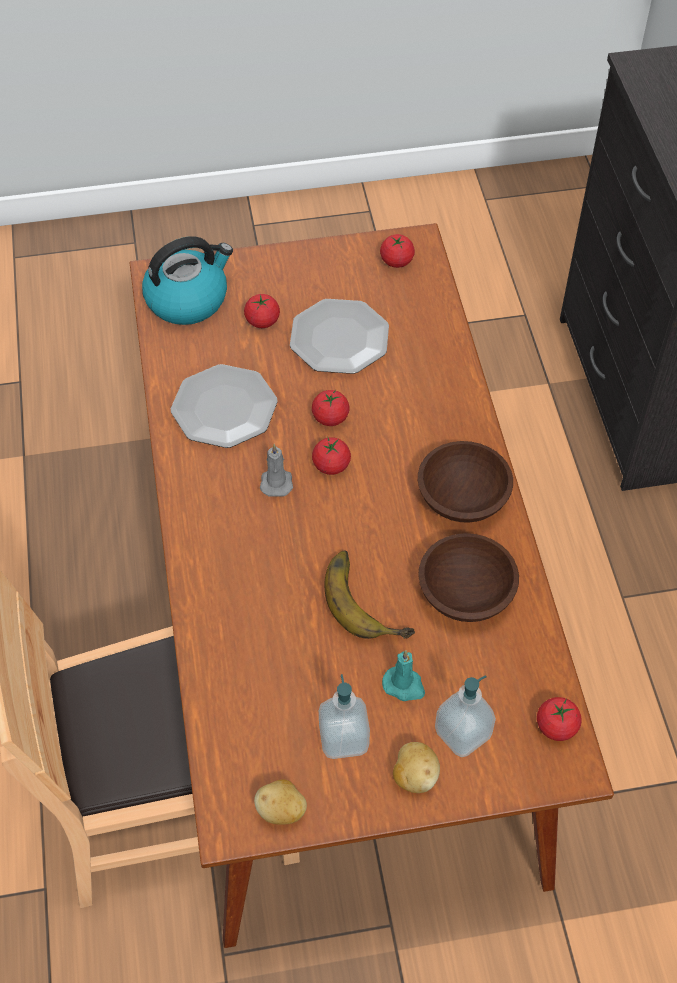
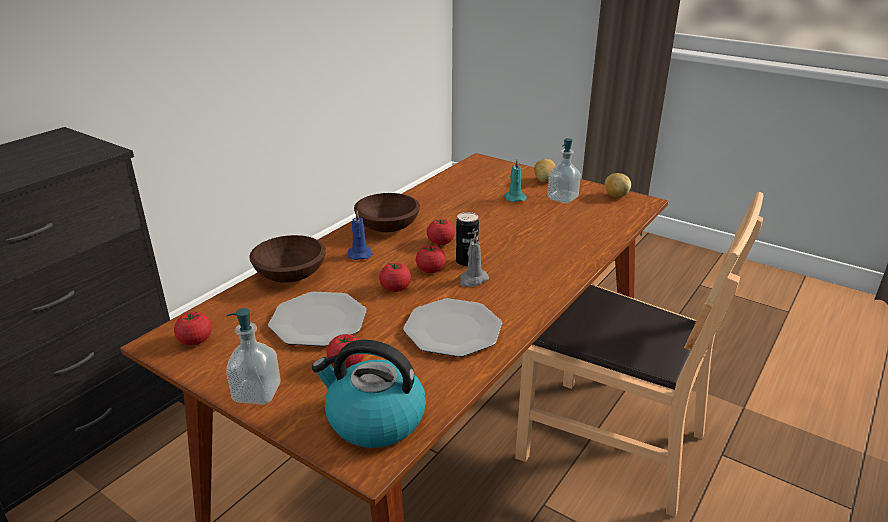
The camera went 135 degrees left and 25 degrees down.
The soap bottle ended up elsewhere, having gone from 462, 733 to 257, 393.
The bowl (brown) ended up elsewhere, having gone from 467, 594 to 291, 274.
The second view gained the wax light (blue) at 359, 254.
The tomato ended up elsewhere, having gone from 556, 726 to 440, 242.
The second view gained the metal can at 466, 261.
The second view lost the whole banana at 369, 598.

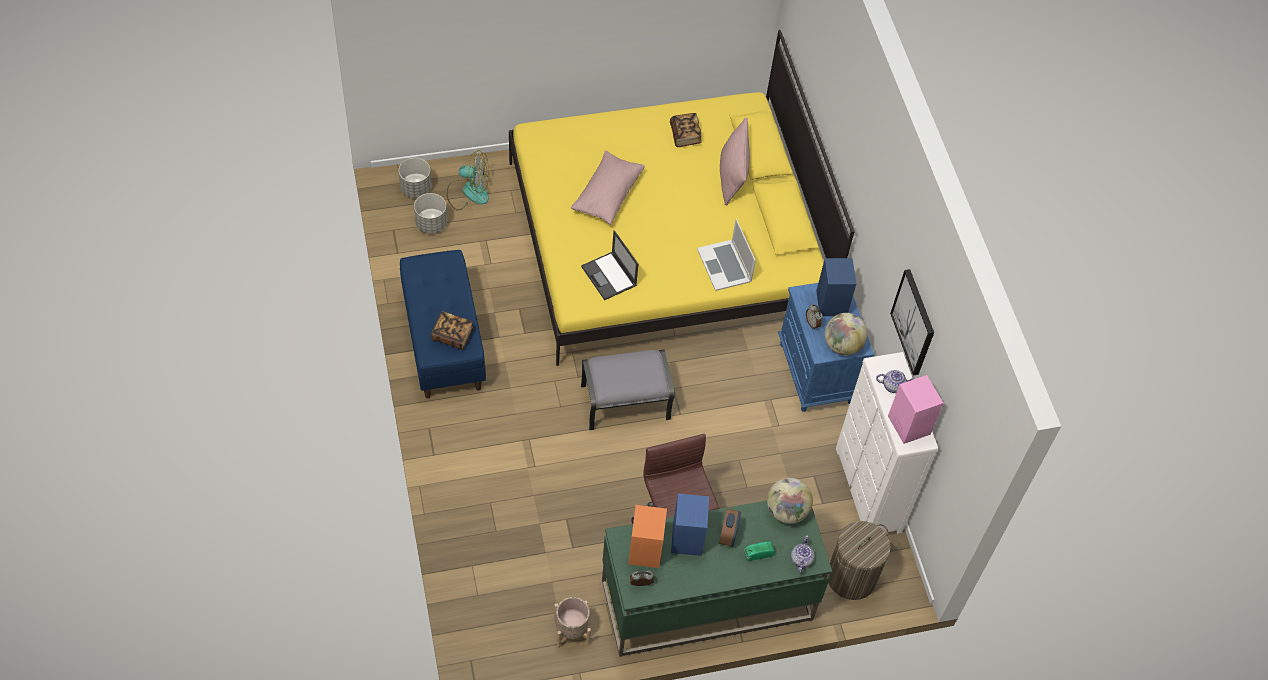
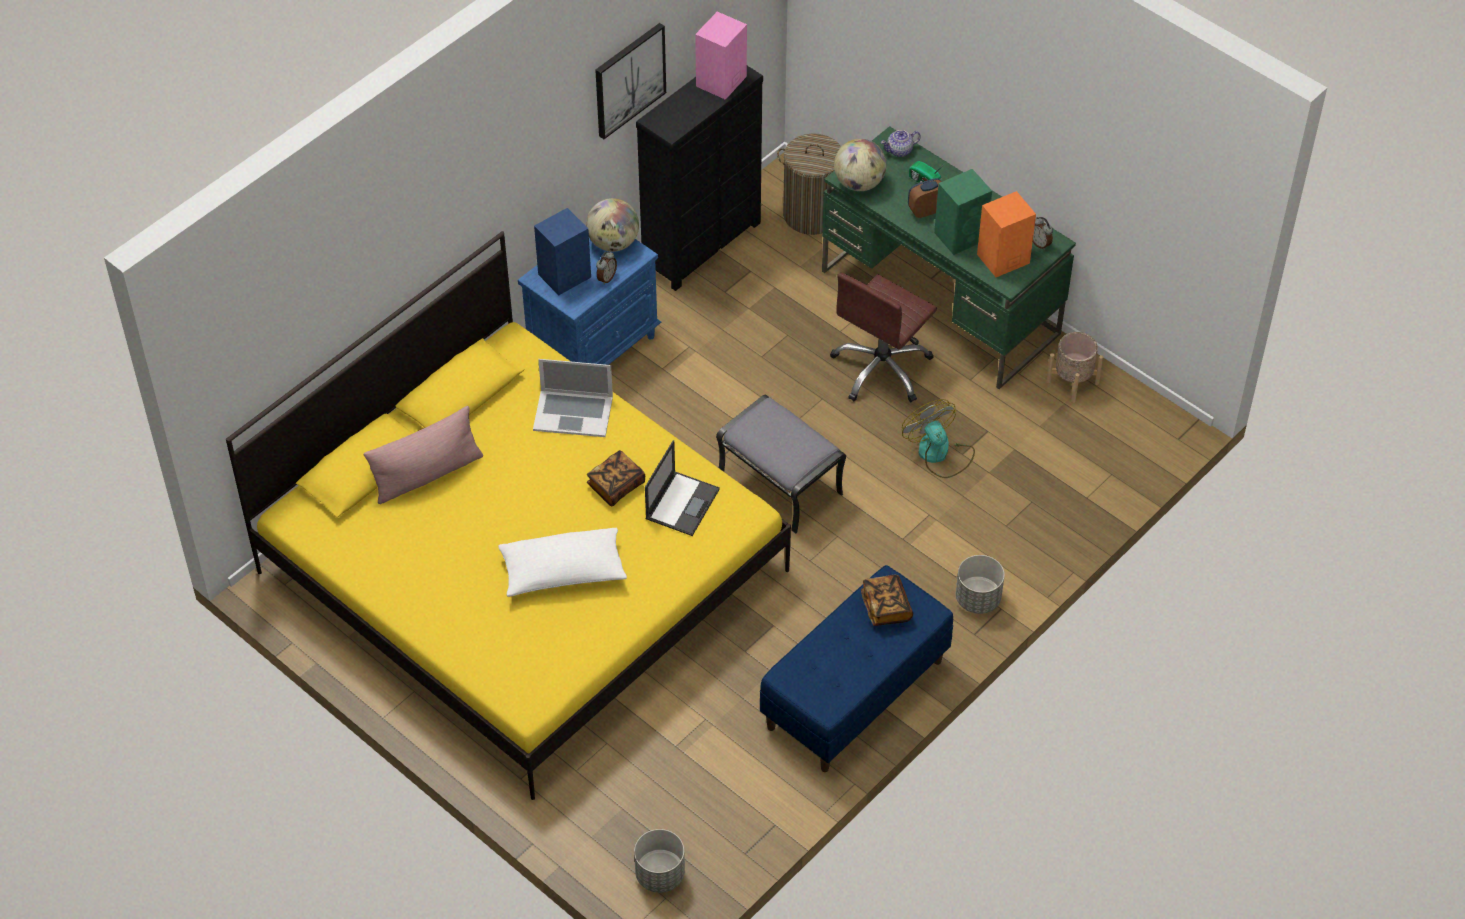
The camera went 120 degrees left and 5 degrees down.
What was the pillow (pinkish) at 607, 194 turned into the pillow (whitish) at 563, 572.
The laptop at 724, 265 ended up facing another way, 60 degrees clockwise from before.
The volume ended up elsewhere, having gone from 685, 135 to 616, 486.
What was the drawer chest (whitish) at 867, 490 turned into the drawer chest (blackish) at 703, 245.
The electric fan ended up elsewhere, having gone from 468, 192 to 939, 454.
What was the speaker (blue) at 687, 539 turned into the speaker (green) at 961, 236.
The plant pot (greyish) ended up elsewhere, having gone from 431, 224 to 978, 599.
The second view lost the tea pot at 892, 385.

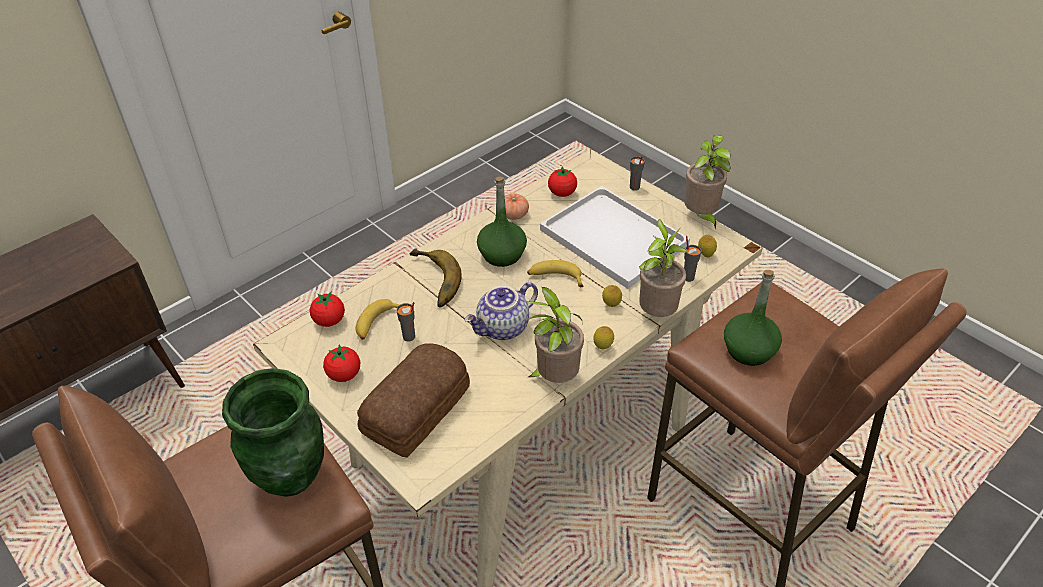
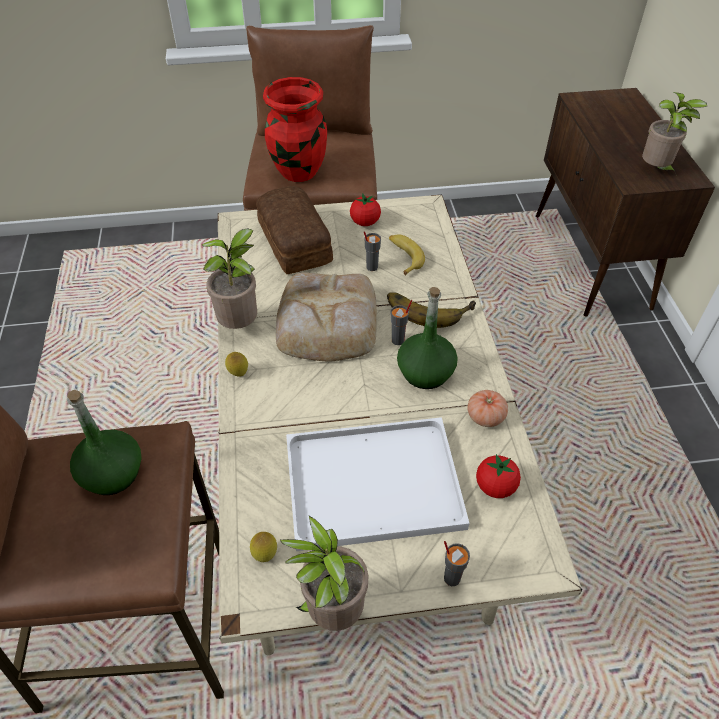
The camera went 125 degrees right and 5 degrees up.
What was the flower vase (green) at 291, 475 turned into the flower vase (red) at 298, 172.
Where the tea pot stood at 503, 329, the bread came to stand at 326, 323.
The drinking cup (greyish) ended up elsewhere, having gone from 688, 277 to 398, 340.
The houseplant ended up elsewhere, having gone from 656, 313 to 655, 170.
The second view lost the tomato at 329, 321.
The second view lost the whole banana at 555, 278.
The second view lost the lemon at 611, 305.

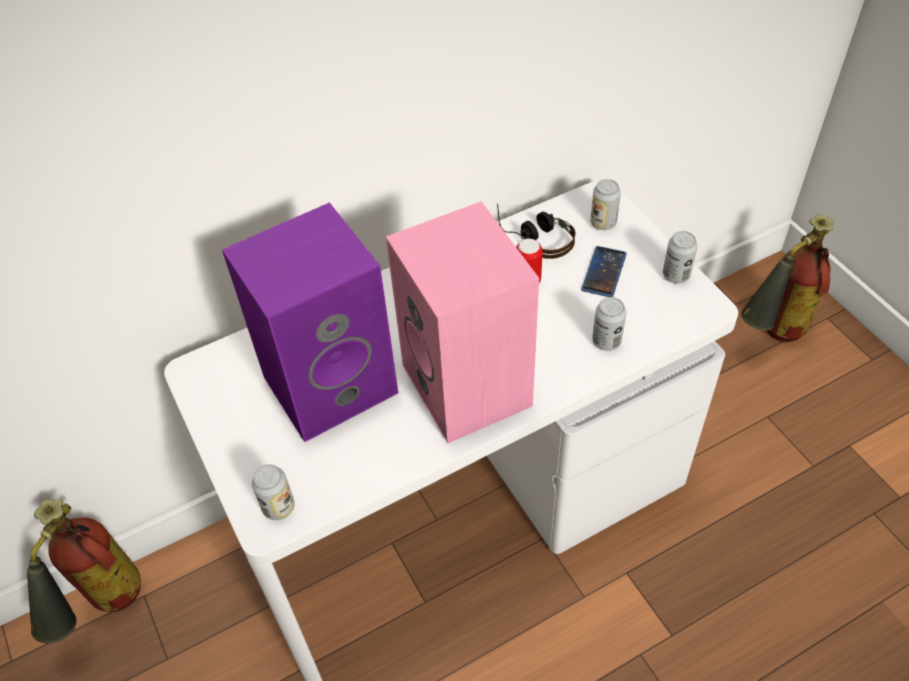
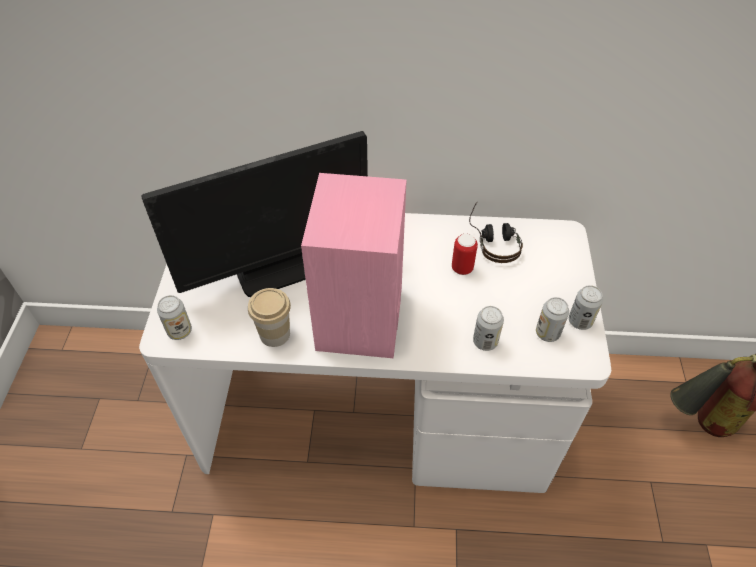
The camera went 30 degrees right and 0 degrees up.
Where the speaker (purple-coloured) stood at 332, 382, the computer display came to stand at 276, 268.
The second view gained the drinking cup at 275, 334.
The metal can ended up elsewhere, having gone from 603, 223 to 547, 333.
The second view lost the fire-fighting cylinder at 105, 611.
The second view lost the handset at 604, 272.

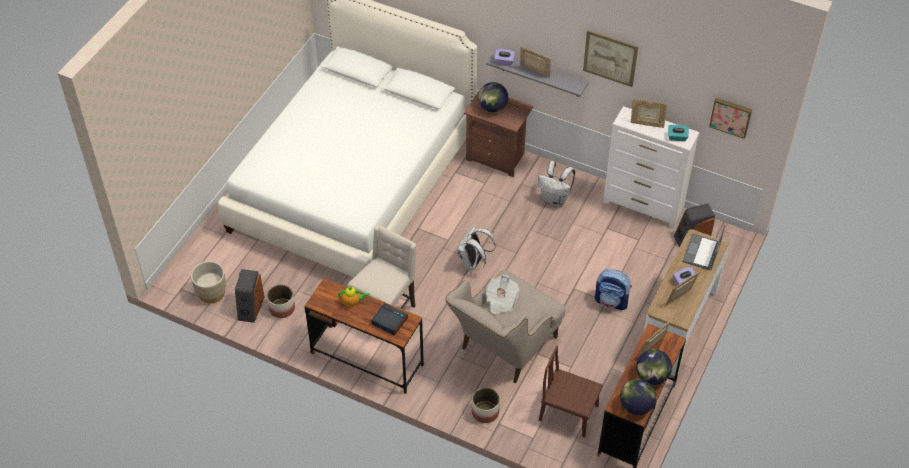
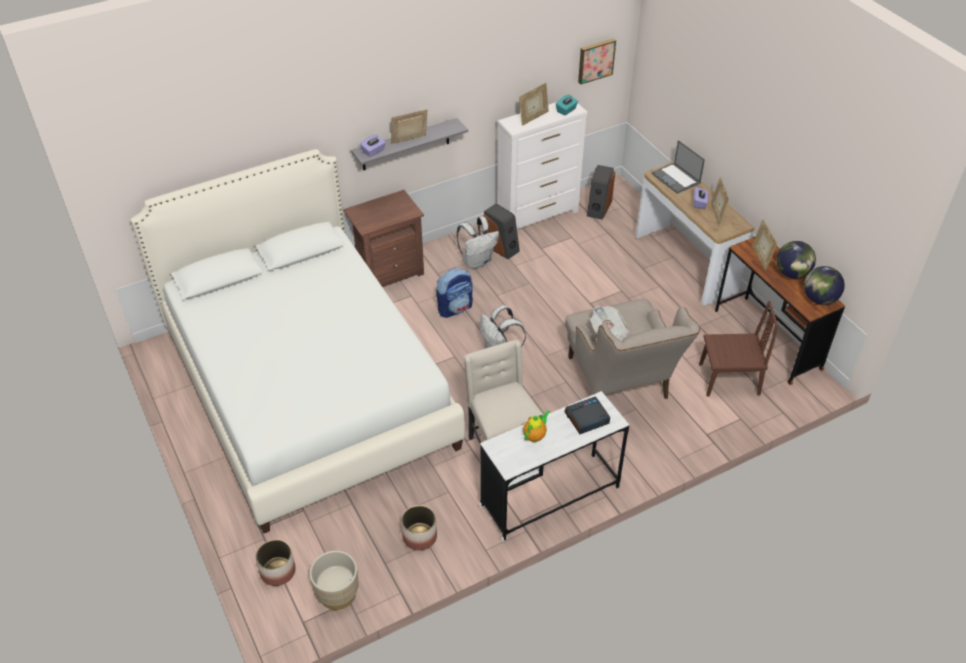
The camera went 55 degrees left and 5 degrees down.
The plant pot ended up elsewhere, having gone from 485, 411 to 277, 571.
The knapsack ended up elsewhere, having gone from 611, 301 to 455, 308.
What was the desk table (brown) at 367, 359 turned into the desk table (whitish) at 550, 496.
The speaker ended up elsewhere, having gone from 250, 308 to 501, 247.
The plain chair (brown) at 568, 413 ended up facing another way, 150 degrees counterclockwise from before.
The second view lost the world globe at 492, 107.
The second view lost the wall art at 610, 58.

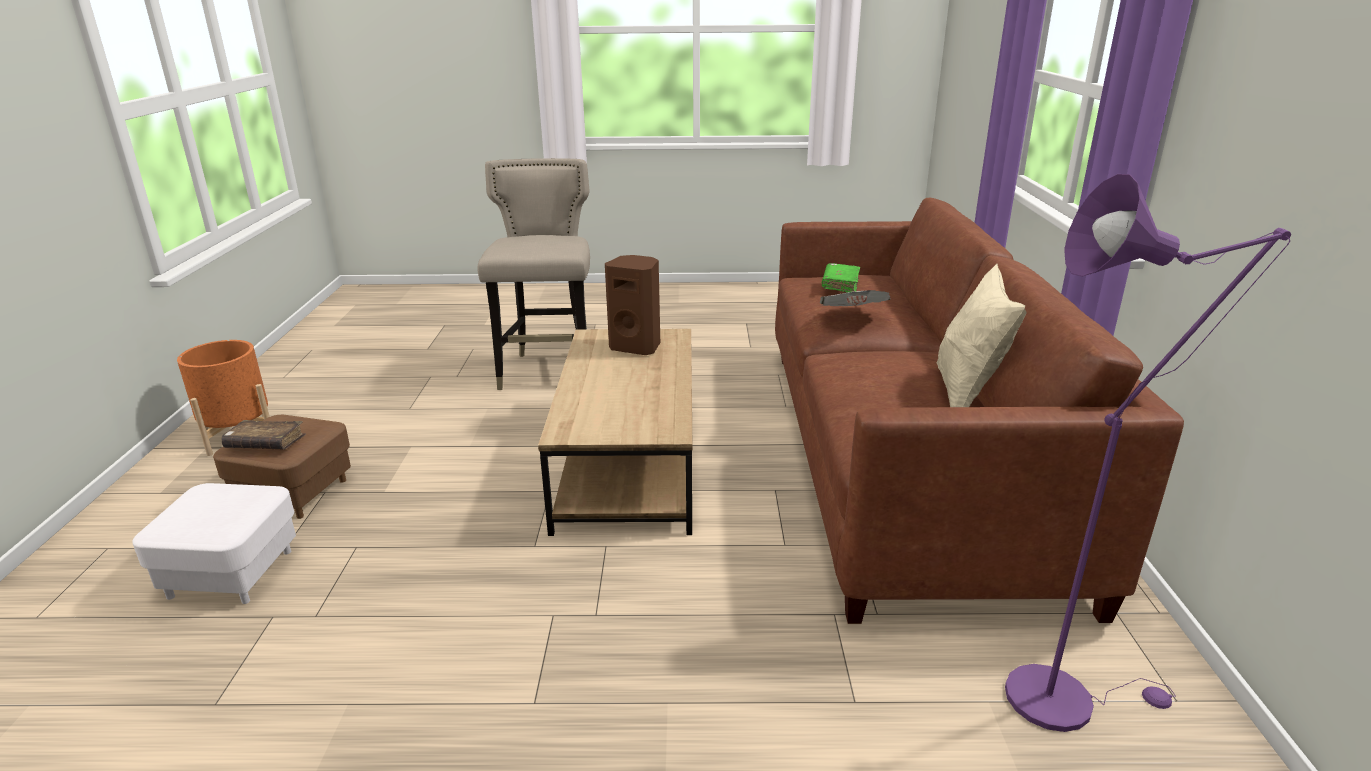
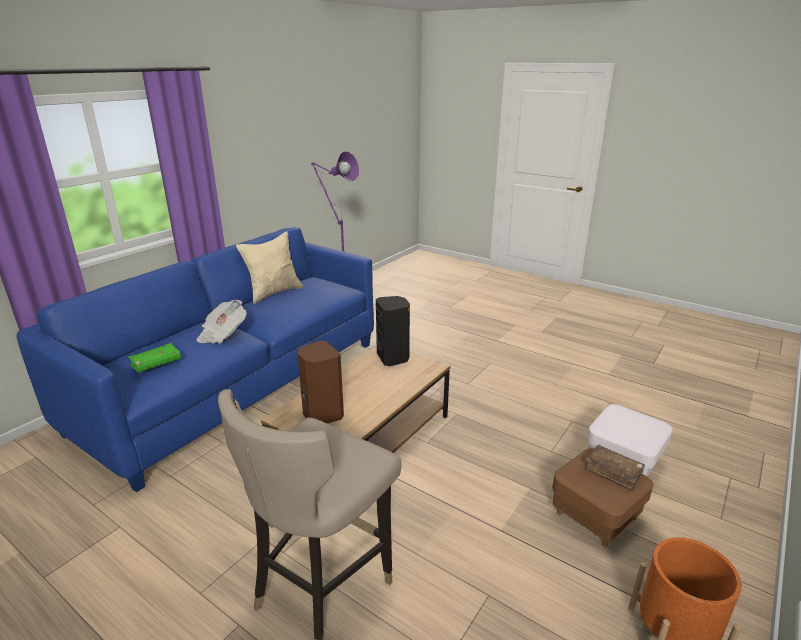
The camera went 145 degrees left and 0 degrees up.
What was the sofa (brown) at 903, 457 turned into the sofa (blue) at 236, 384.
The second view gained the speaker (blackish) at 393, 358.

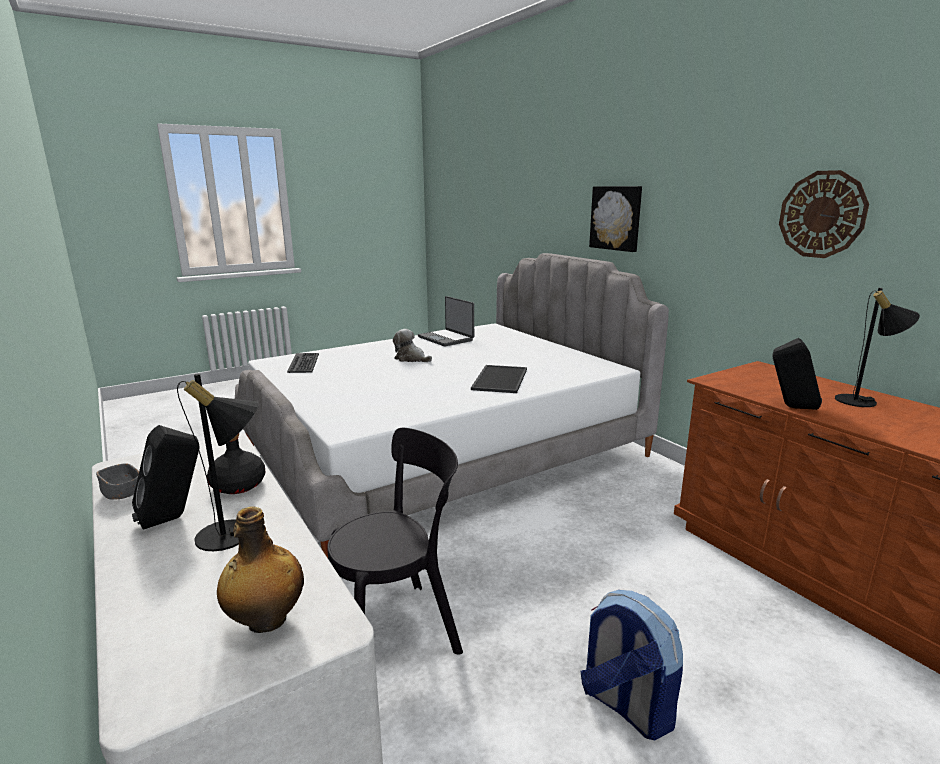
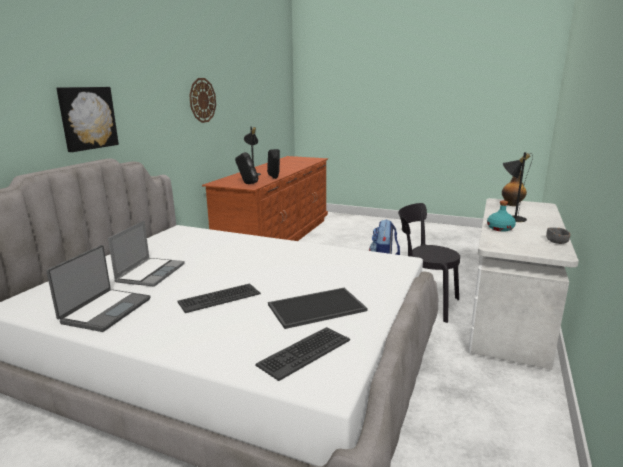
The camera went 125 degrees left and 0 degrees up.
The second view gained the laptop at 150, 273.
Where the cuddly toy stood at 411, 359, the computer keyboard came to stand at 219, 298.
The speaker (blackish) ended up elsewhere, having gone from 174, 518 to 247, 183.
The carrying tray ended up elsewhere, having gone from 499, 379 to 316, 308.
What was the bottle (blackish) at 237, 485 turned into the bottle (blue-green) at 500, 228.

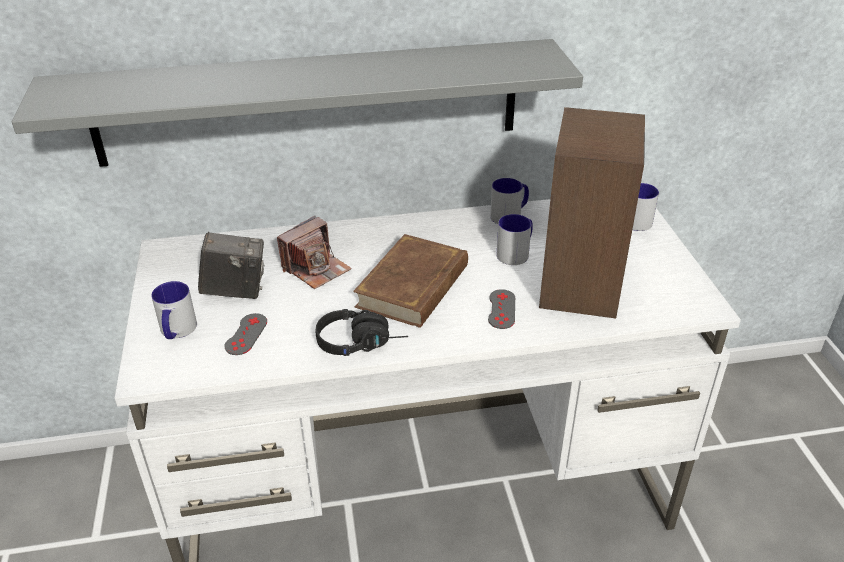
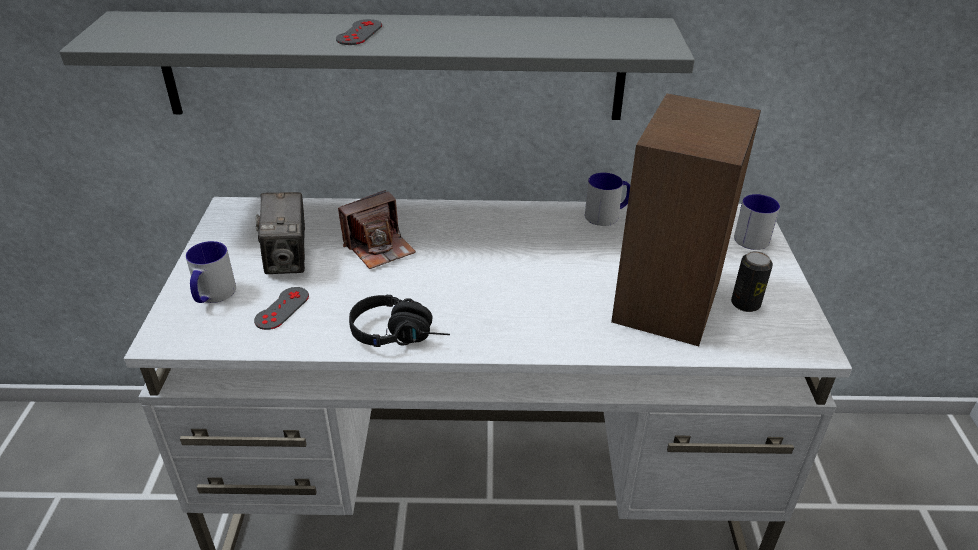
The camera went 10 degrees right and 0 degrees up.
The photo camera at 235, 290 ended up facing another way, 75 degrees clockwise from before.
The joypad (greyish) ended up elsewhere, having gone from 501, 309 to 359, 33.
The second view gained the metal can at 745, 304.
The second view lost the volume (brown) at 414, 286.
The second view lost the mug at 516, 253.

